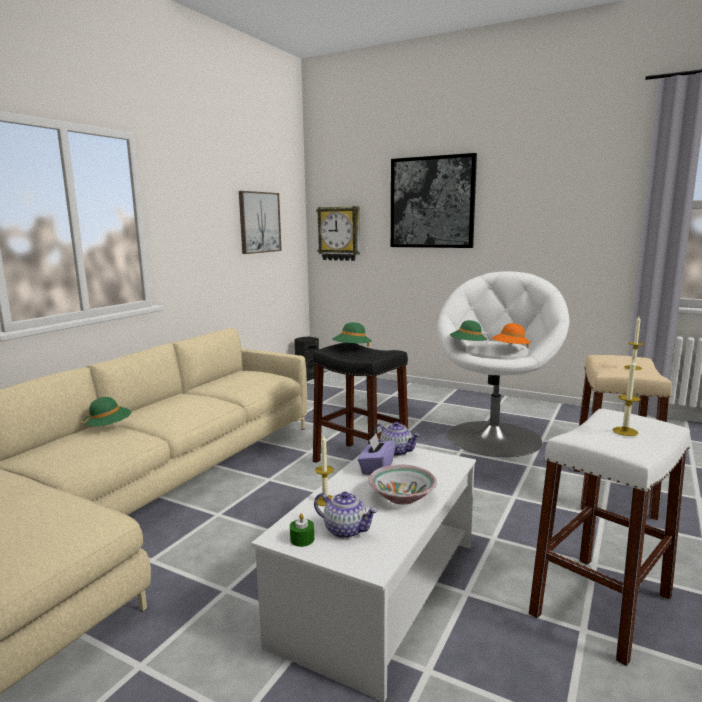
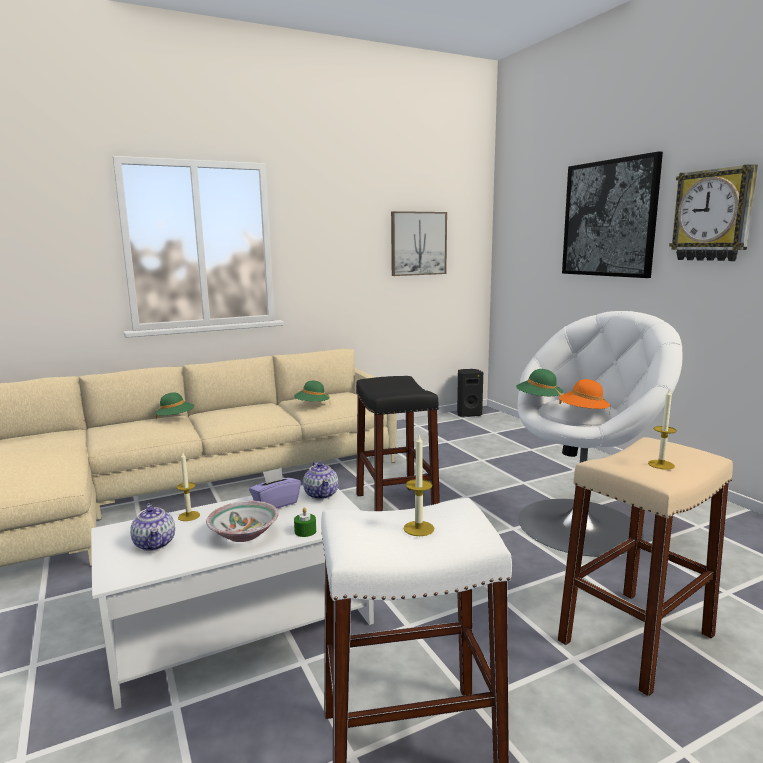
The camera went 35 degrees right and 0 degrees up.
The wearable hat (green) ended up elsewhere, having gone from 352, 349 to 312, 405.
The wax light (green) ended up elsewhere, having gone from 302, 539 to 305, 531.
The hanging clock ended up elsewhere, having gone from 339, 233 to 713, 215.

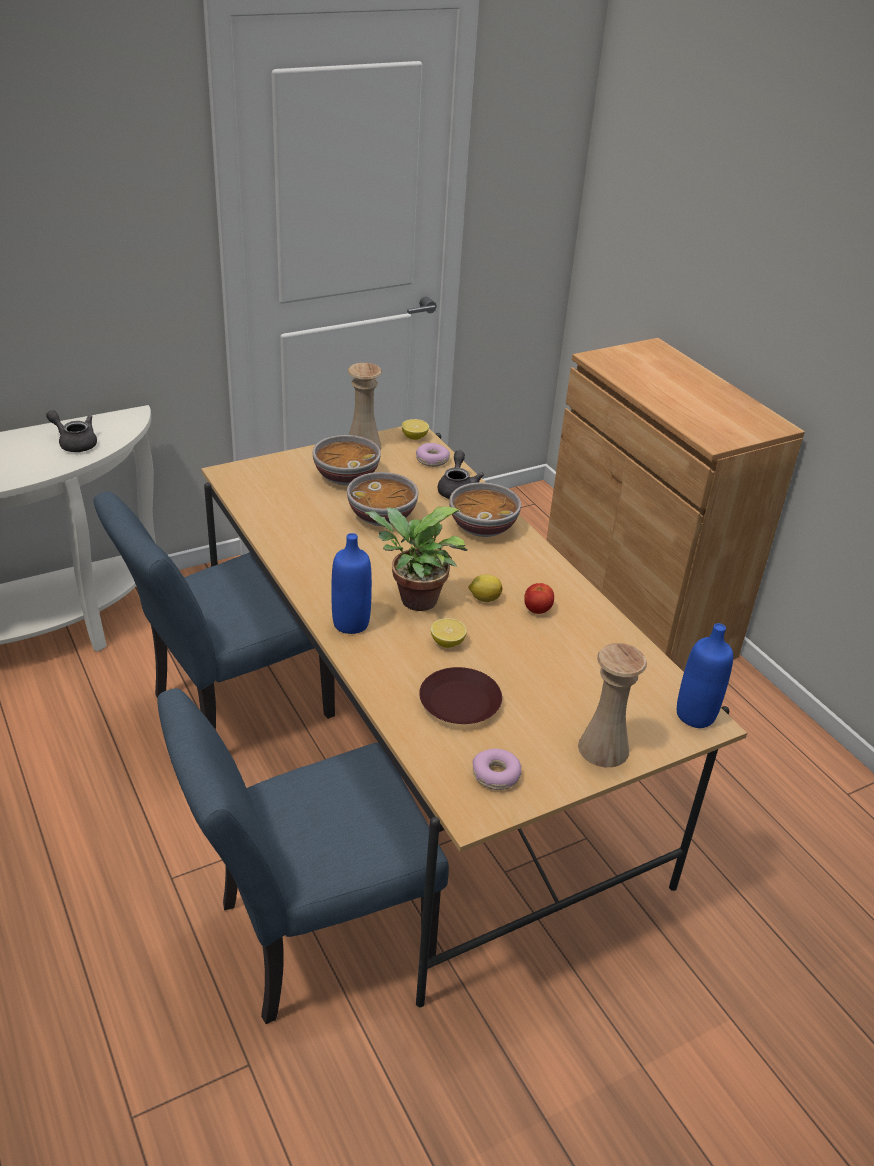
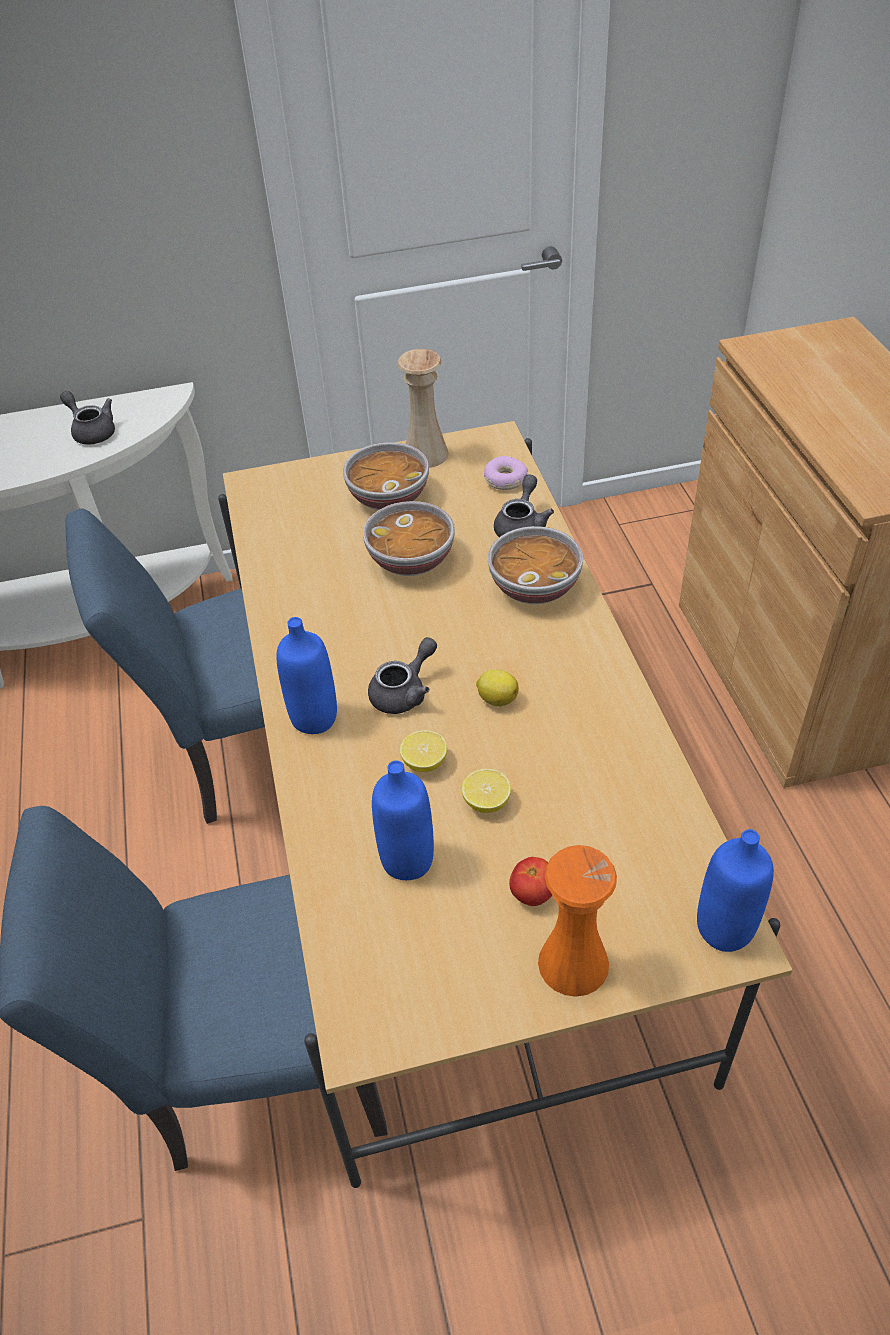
The camera went 20 degrees right and 10 degrees up.
Where the houseplant stood at 413, 600, the tea pot (greyish) came to stand at 404, 692.
Where the dinner plate (brown) stood at 460, 703, the bottle (blue) came to stand at 407, 860.
The lemon ended up elsewhere, having gone from 414, 437 to 486, 802.
The tomato ended up elsewhere, having gone from 537, 610 to 532, 893.
What was the flower vase (beige-coloured) at 603, 748 turned into the flower vase (orange-coloured) at 573, 963.
The second view lost the ring doughnut at 496, 775.

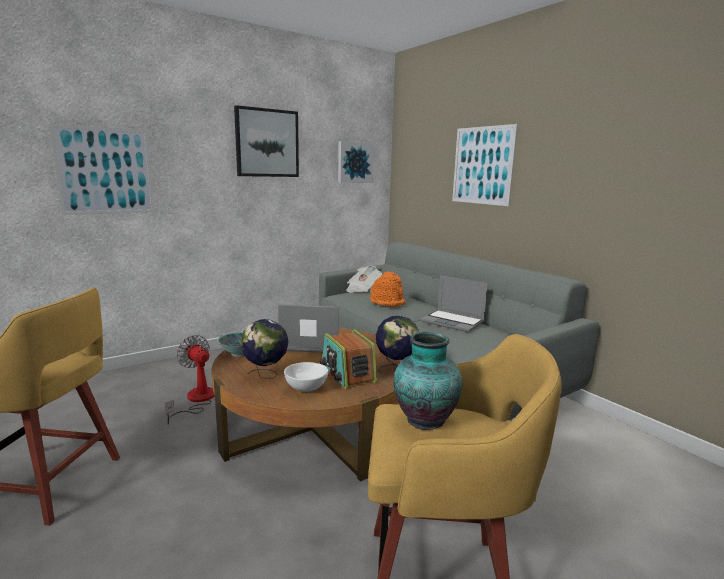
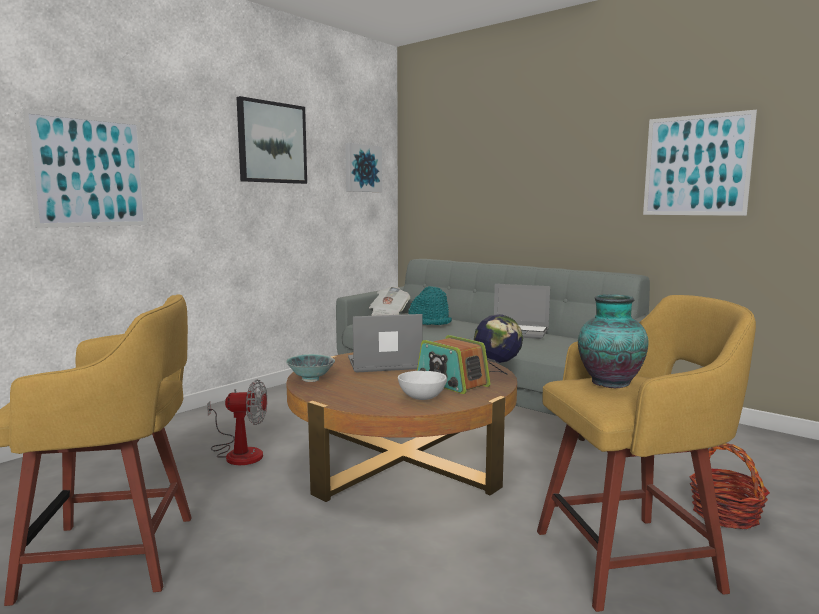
The camera went 15 degrees left and 5 degrees down.
The electric fan at 196, 400 ended up facing another way, 150 degrees clockwise from before.
What was the wearable hat (orange-coloured) at 387, 302 turned into the wearable hat (blue-green) at 430, 322.
The wall art ended up elsewhere, having gone from 482, 165 to 696, 165.
The second view gained the household basket at 725, 514.
The second view lost the world globe at 266, 375.

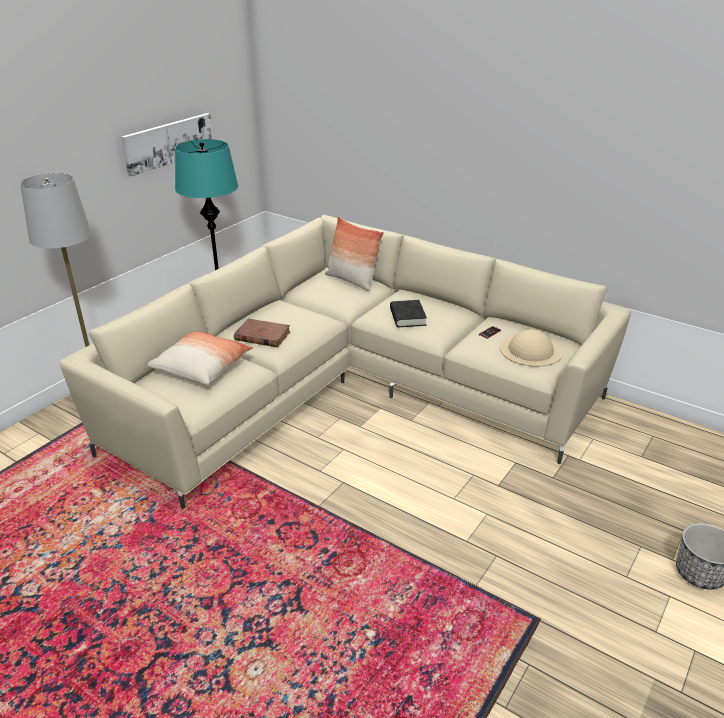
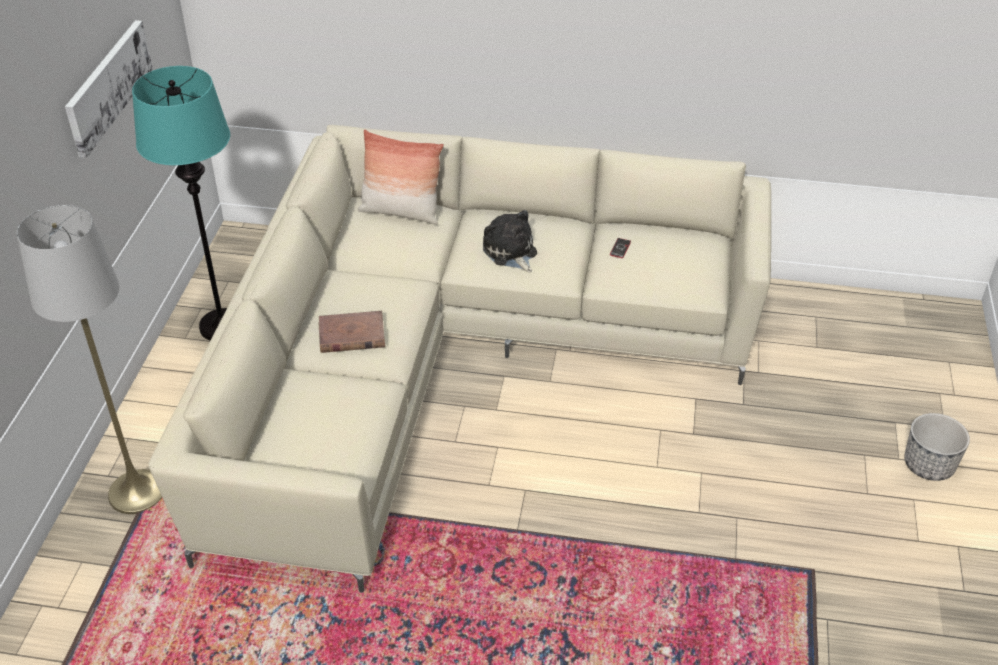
The camera went 25 degrees left and 10 degrees up.
Where the volume (blackish) stood at 407, 317, the cuddly toy came to stand at 510, 252.
The second view lost the pillow at 202, 368.
The second view lost the wearable hat (beige-coloured) at 530, 349.

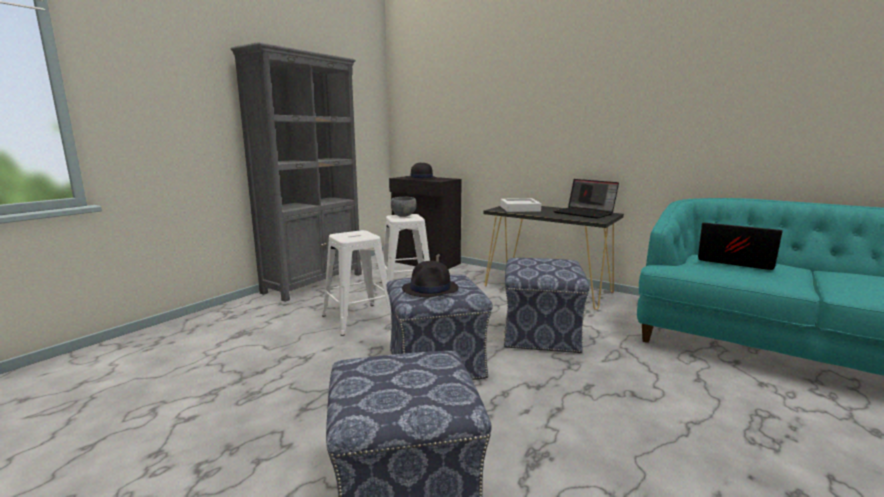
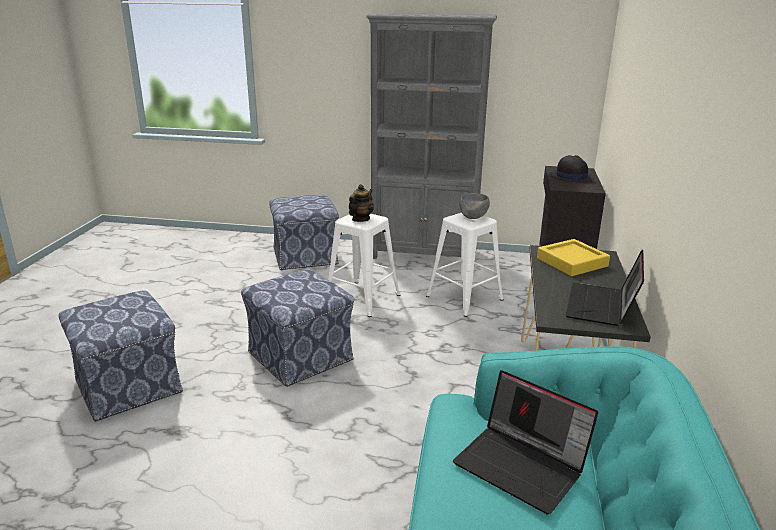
The camera went 65 degrees right and 10 degrees up.
The ottoman ended up elsewhere, having gone from 540, 334 to 306, 256.
The second view gained the tea pot at 360, 219.
The laptop at 733, 262 ended up facing another way, 120 degrees clockwise from before.
What was the carrying tray (whitish) at 519, 209 turned into the carrying tray (yellowish) at 572, 262.
The second view lost the wearable hat (blackish) at 430, 289.

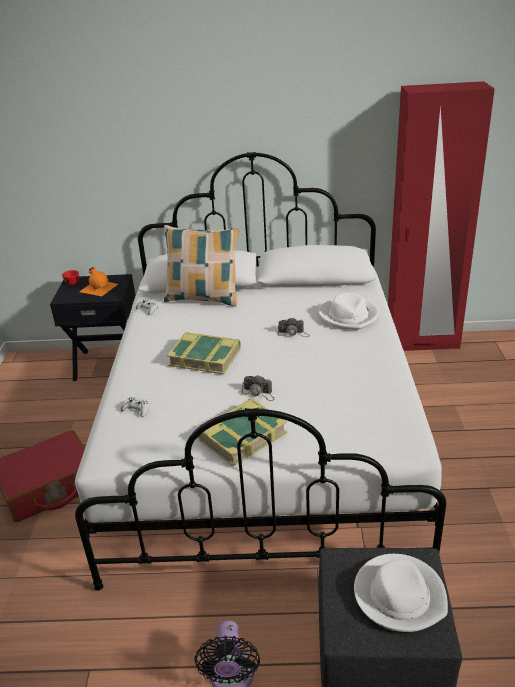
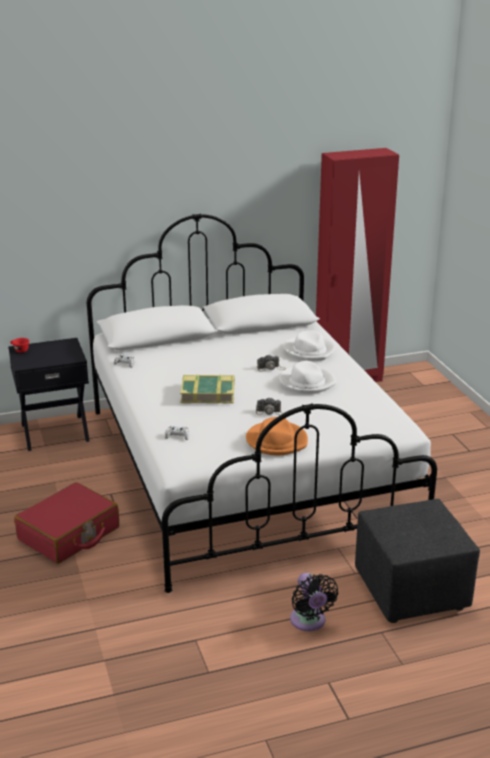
The camera went 20 degrees left and 5 degrees down.
Where the volume stood at 241, 436, the wearable hat (orange-coloured) came to stand at 276, 441.
The wearable hat (whitish) ended up elsewhere, having gone from 399, 595 to 306, 382.
The second view lost the bottle (orange-coloured) at 98, 287.
The second view lost the pillow at 203, 298.

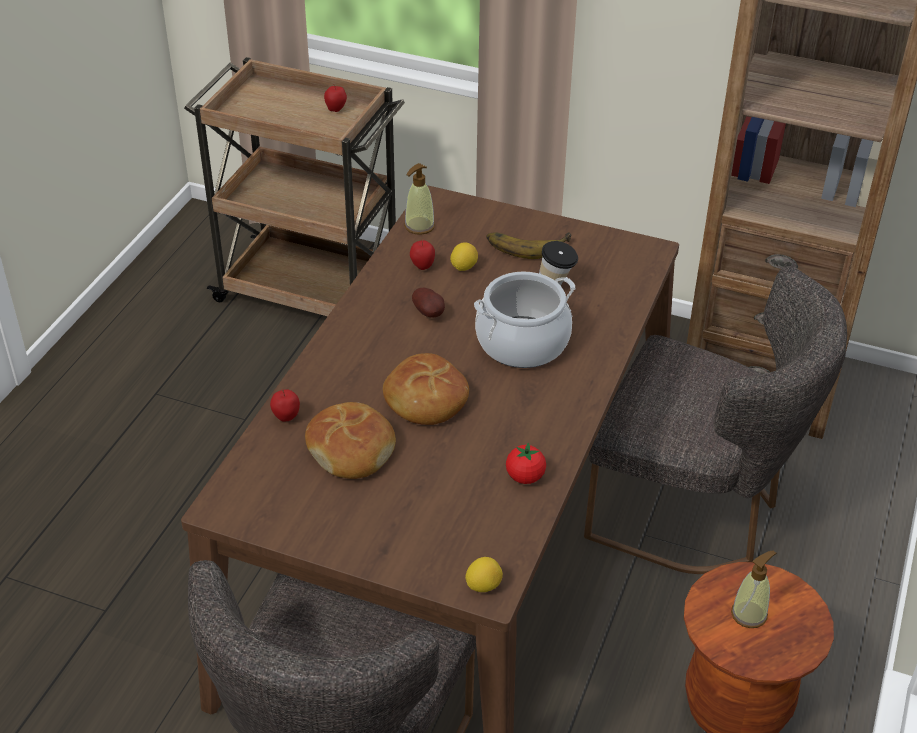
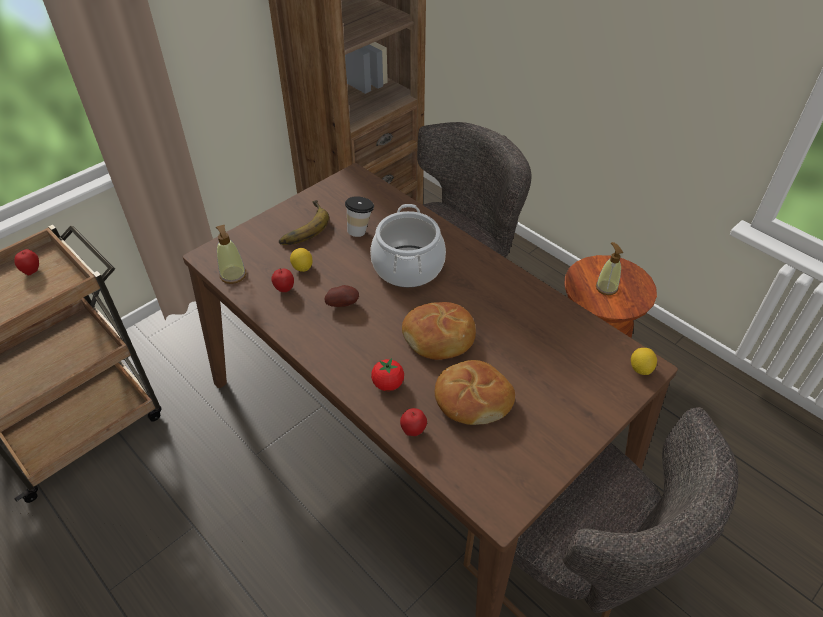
The camera went 65 degrees left and 5 degrees up.
The tomato ended up elsewhere, having gone from 525, 477 to 388, 384.

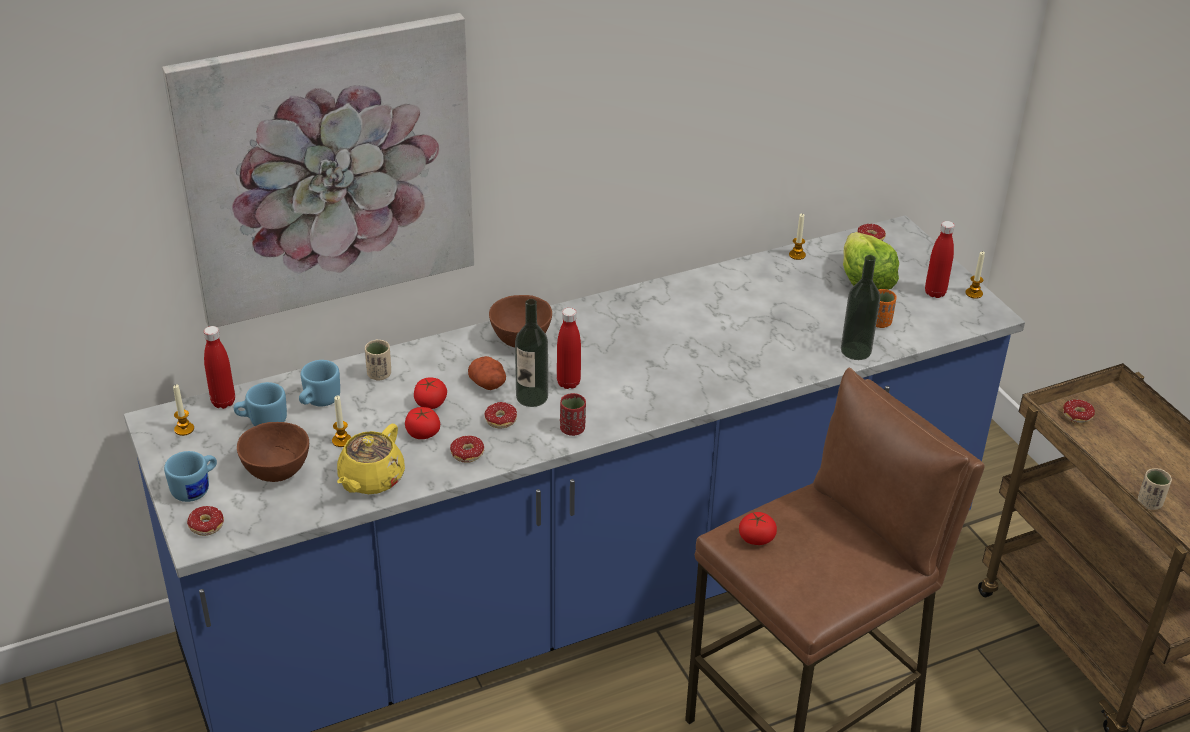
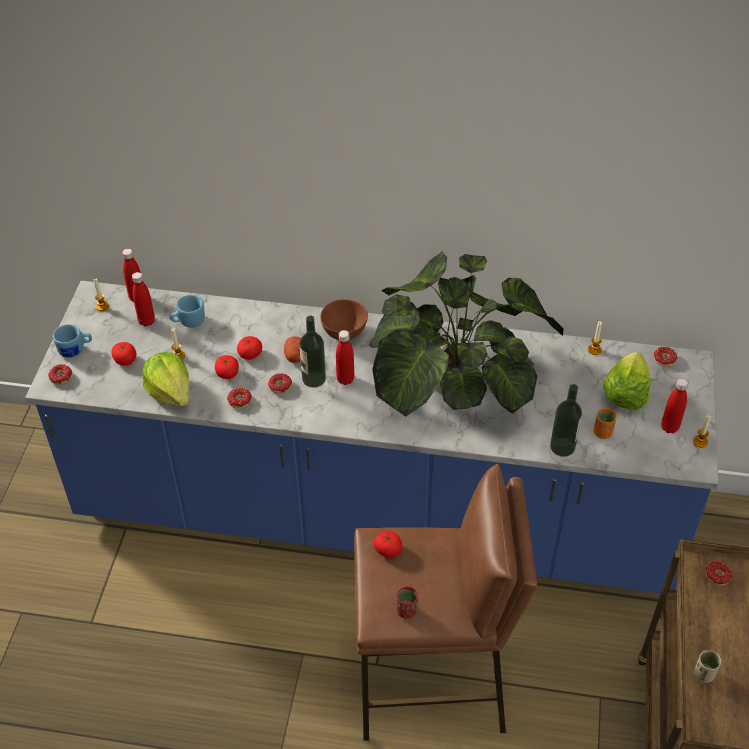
The camera went 35 degrees right and 10 degrees up.
Where the bowl (brown) stood at 276, 472, the tomato came to stand at 125, 360.
Where the mug (blue) stood at 262, 421, the bottle (red) came to stand at 147, 321.
Where the tea pot (yellowish) stood at 370, 479, the head of lettuce came to stand at 171, 391.
The second view gained the houseplant at 455, 381.
The drinking cup (red) ended up elsewhere, having gone from 572, 429 to 406, 610.
The second view lost the wall art at 329, 170.
The second view lost the drinking cup (beige-coloured) at 379, 374.

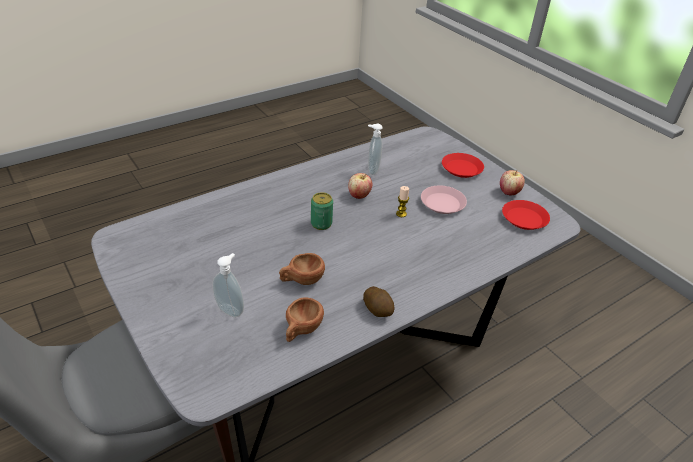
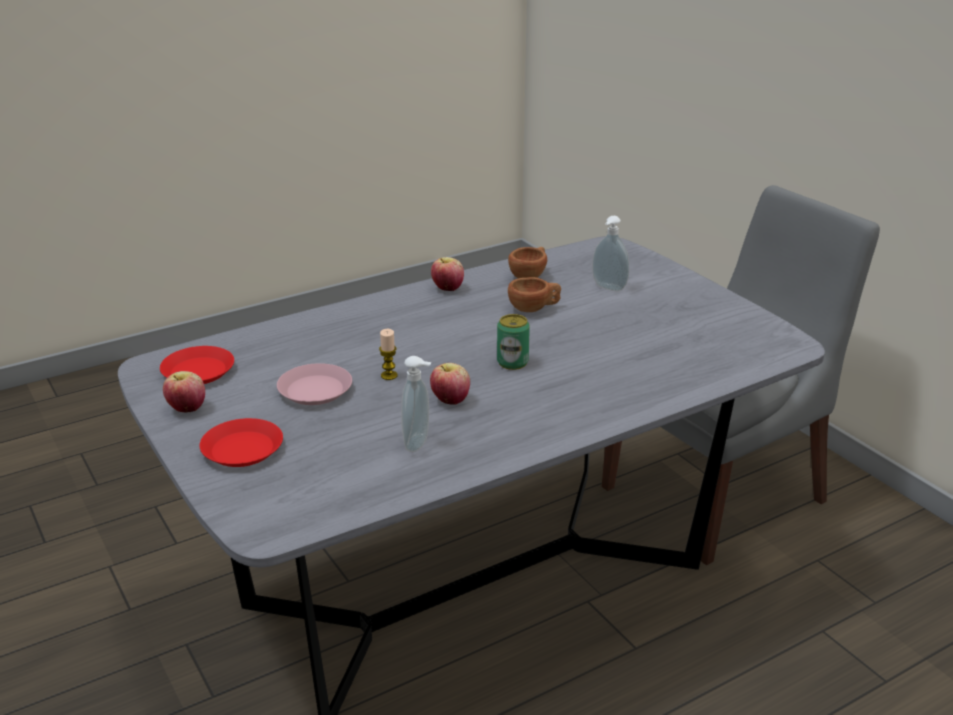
The camera went 175 degrees left and 10 degrees down.
Where the spud stood at 378, 309, the apple fruit came to stand at 447, 288.

